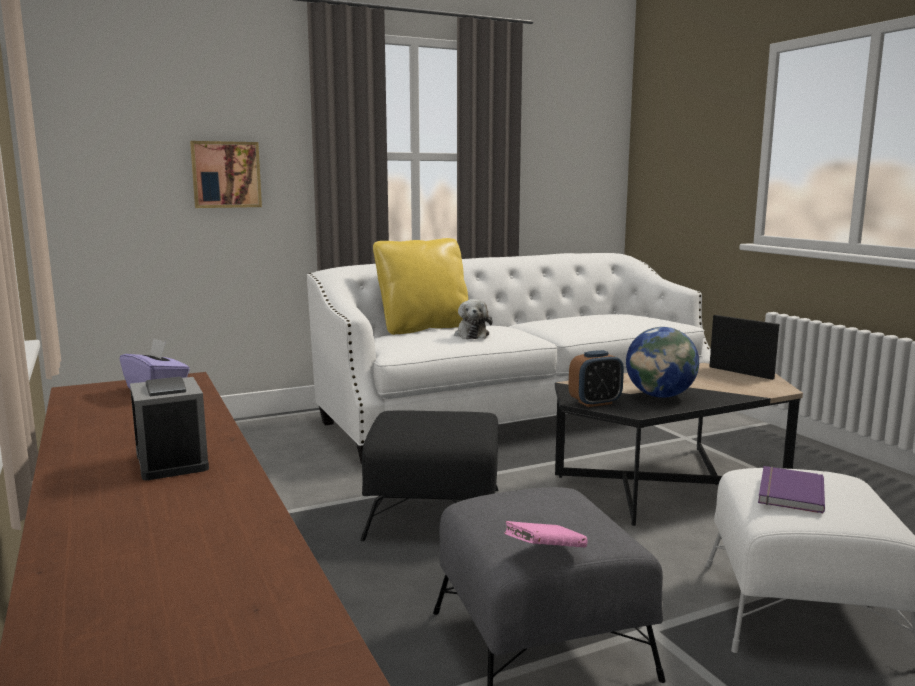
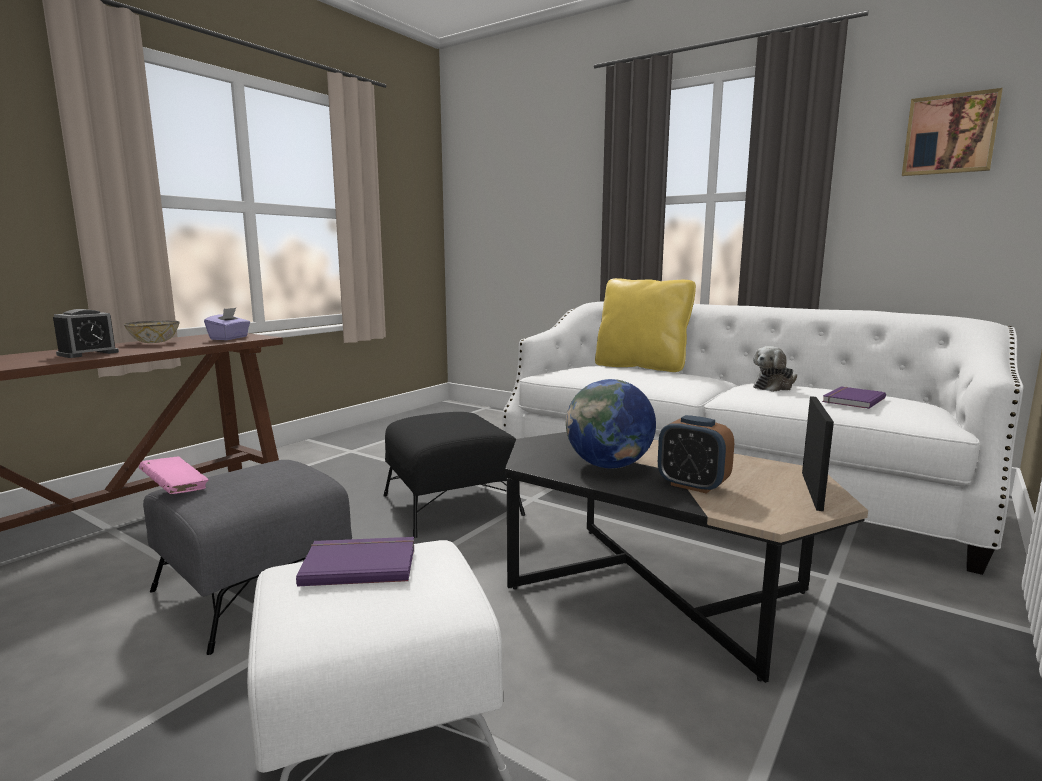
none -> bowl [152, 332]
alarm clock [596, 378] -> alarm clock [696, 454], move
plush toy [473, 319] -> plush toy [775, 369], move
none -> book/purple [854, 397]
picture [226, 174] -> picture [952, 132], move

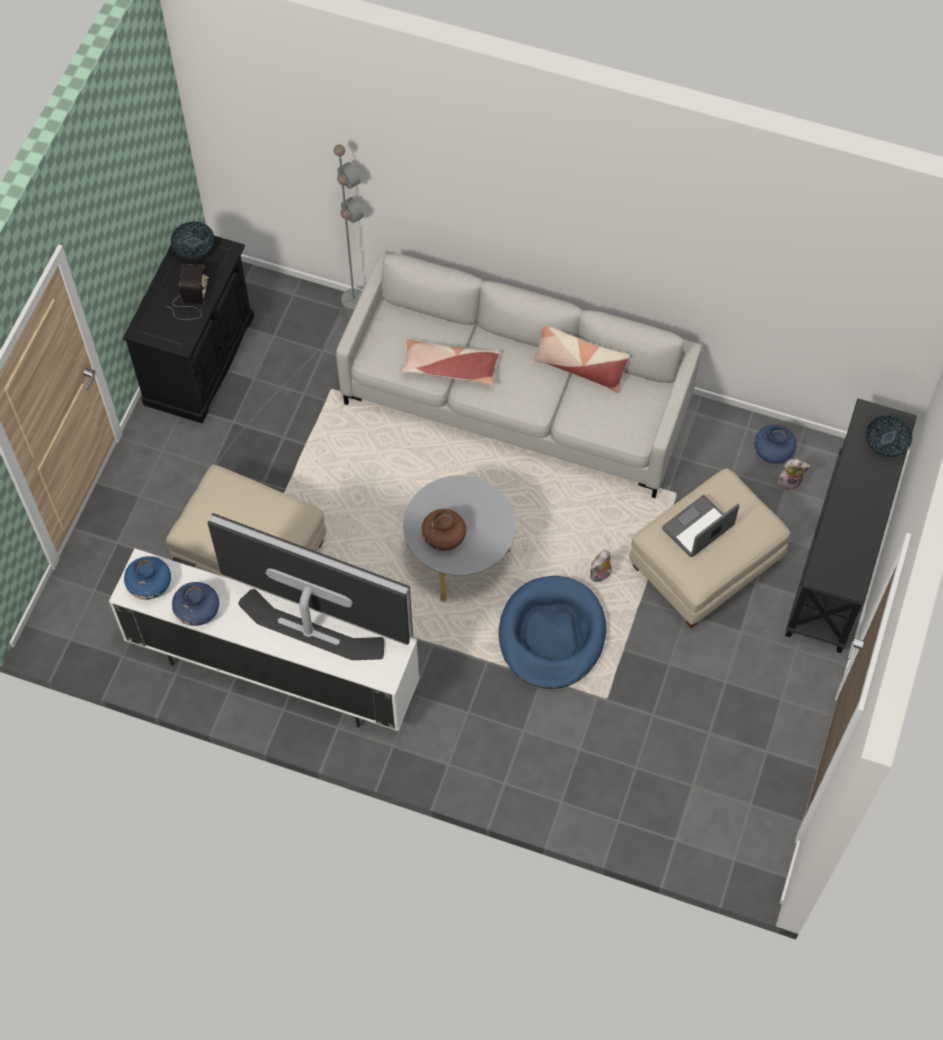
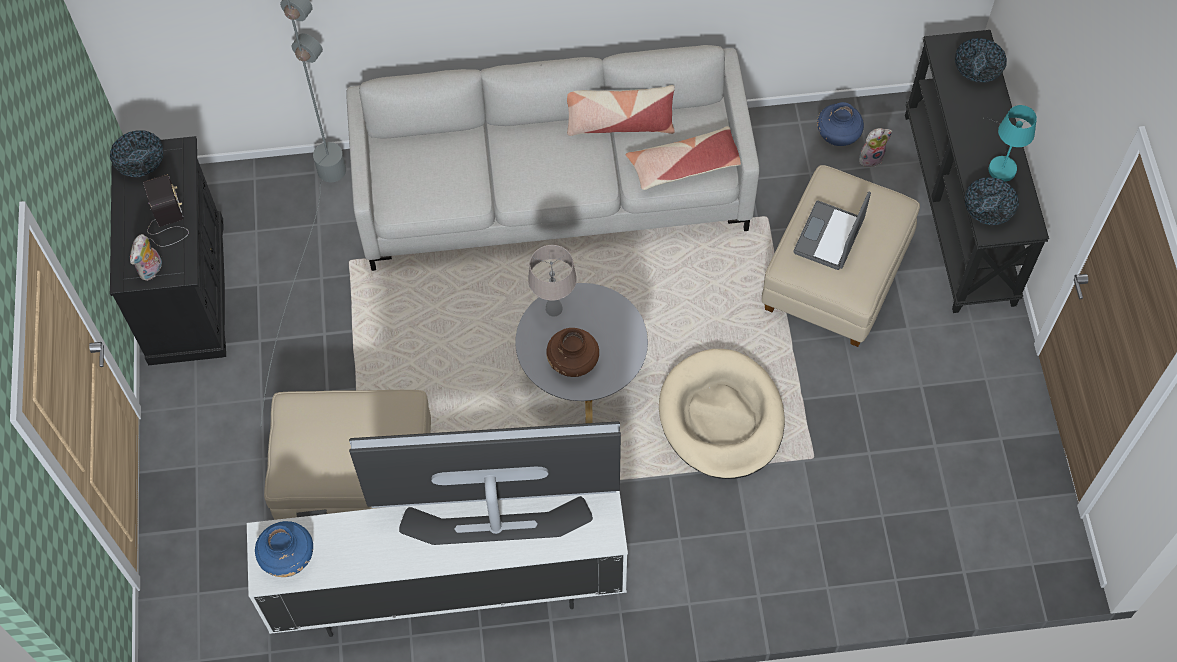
plush toy [601, 566] -> plush toy [146, 257], move
none -> table lamp/beige [552, 281]
pillow [450, 362] -> pillow [683, 158], move
dog bed/blue [552, 632] -> dog bed/beige [722, 414]
none -> bowl [992, 201]
none -> table lamp/turquoise [1010, 143]
vase/blue [195, 604] -> none

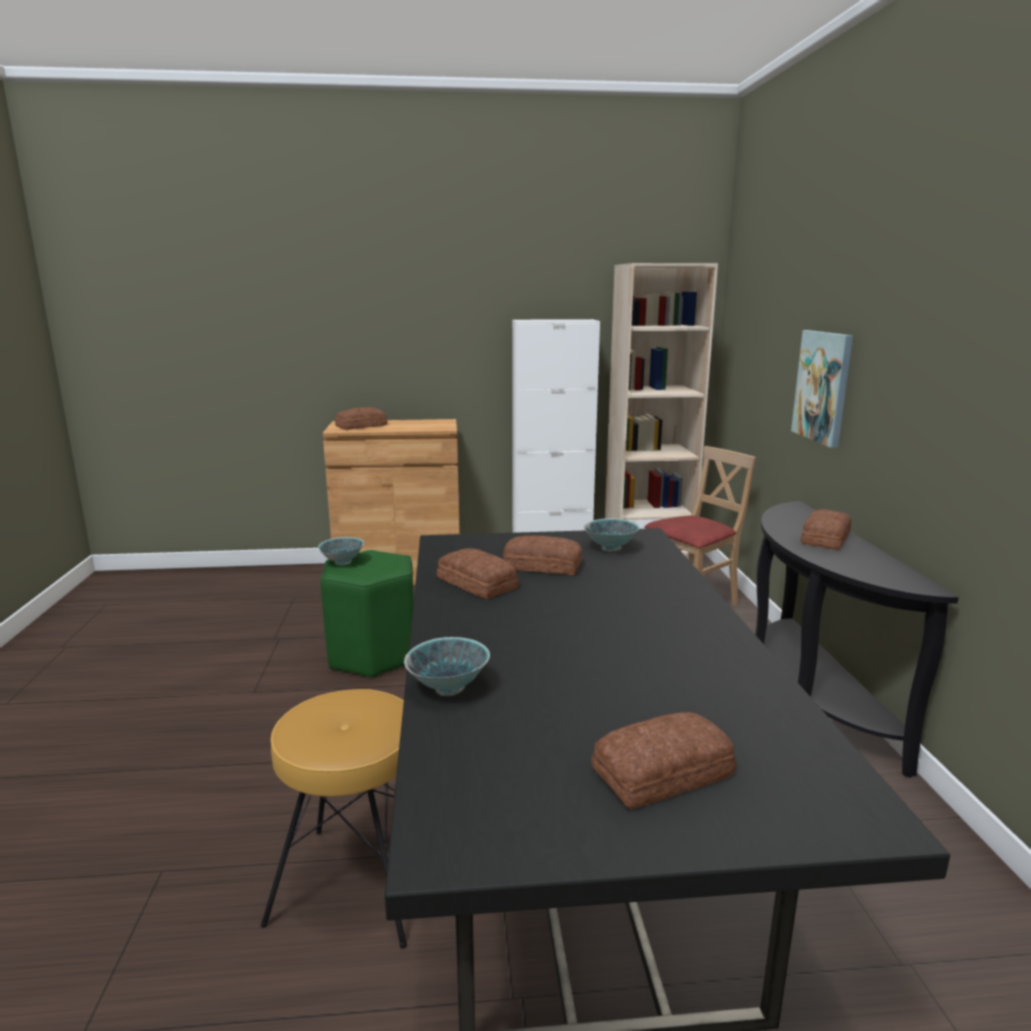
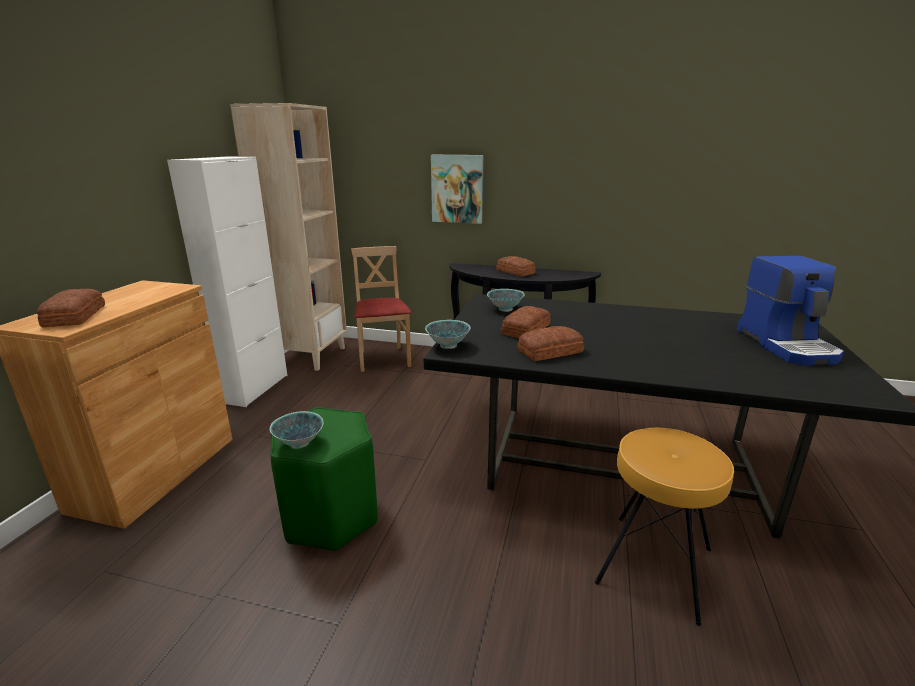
bowl [447, 666] -> bowl [448, 334], move
bread [663, 760] -> coffee machine [790, 311]

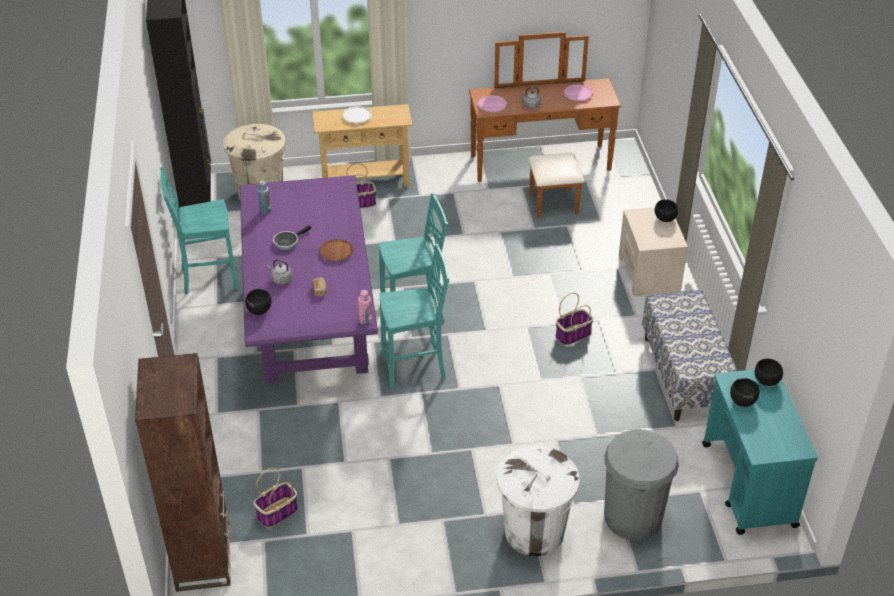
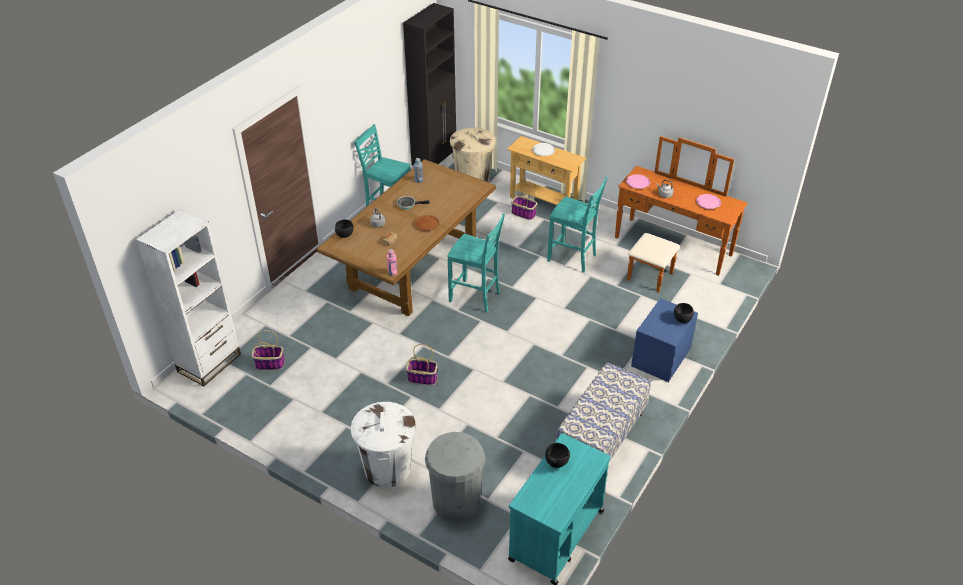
bookcase/brown [182, 472] -> bookcase/white [188, 297]
dining table/purple [309, 279] -> dining table/brown [406, 237]
basket [574, 319] -> basket [421, 364], move
chair/turquoise [415, 316] -> chair/turquoise [577, 224], move
nightstand/beige [653, 251] -> nightstand/blue [664, 340]
bowl/black [769, 372] -> none

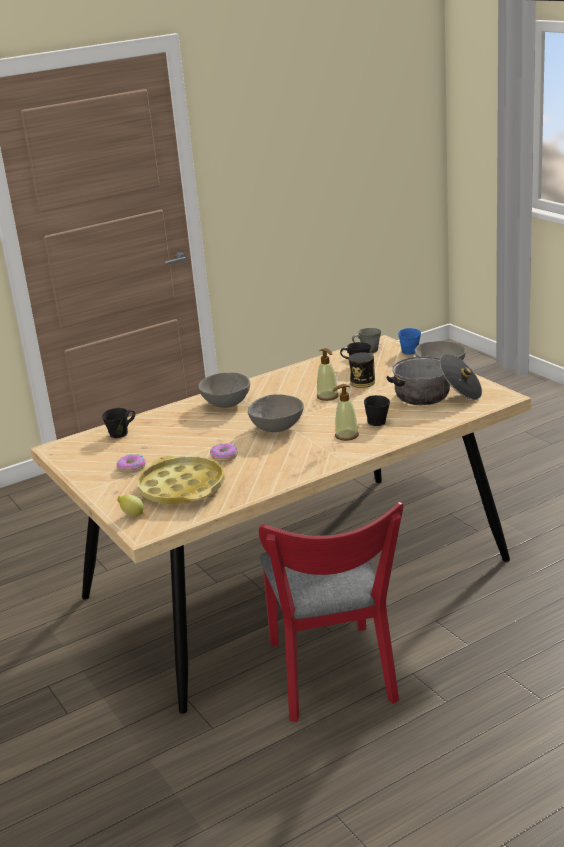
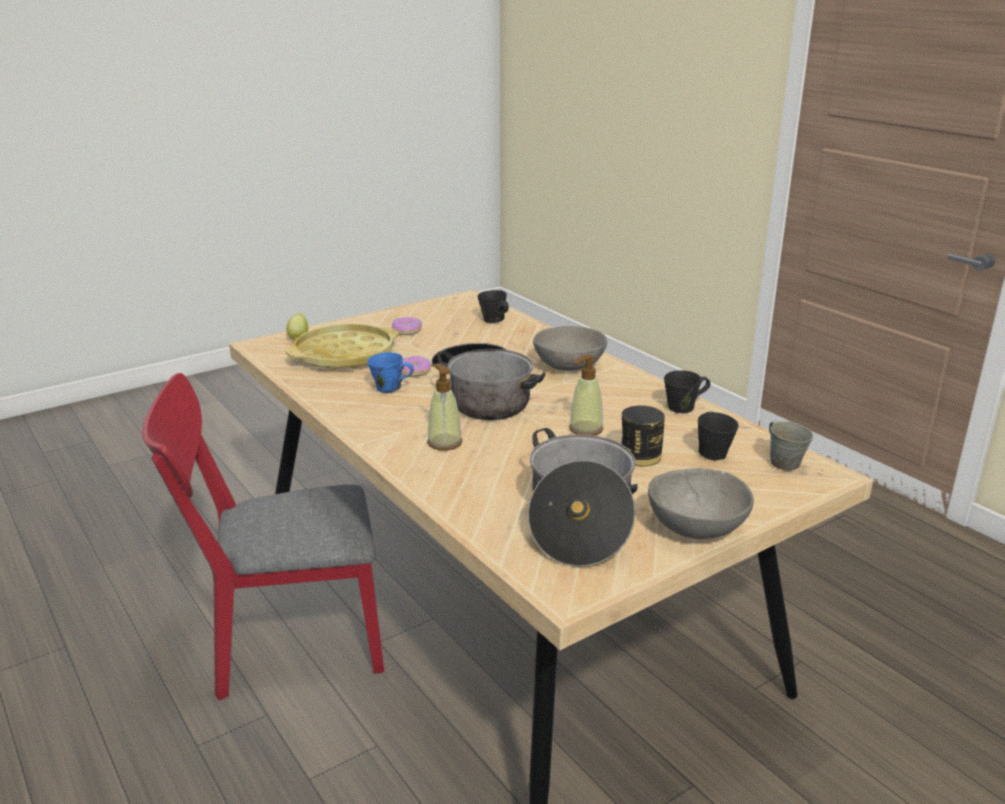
mug/blue [409, 341] -> mug/blue [390, 372], move
bowl/grey [276, 413] -> cooking pot [488, 381]
mug/black [377, 410] -> mug/black [687, 391], move

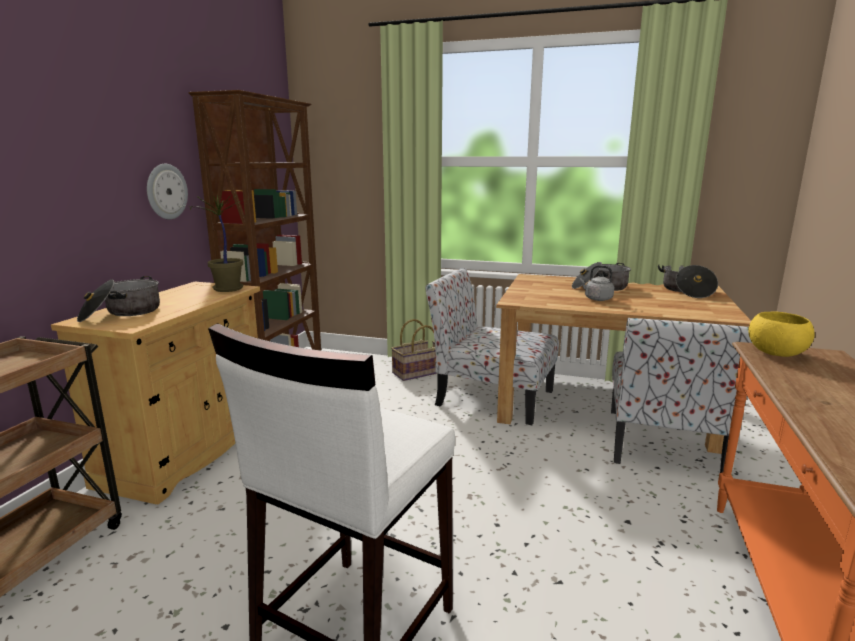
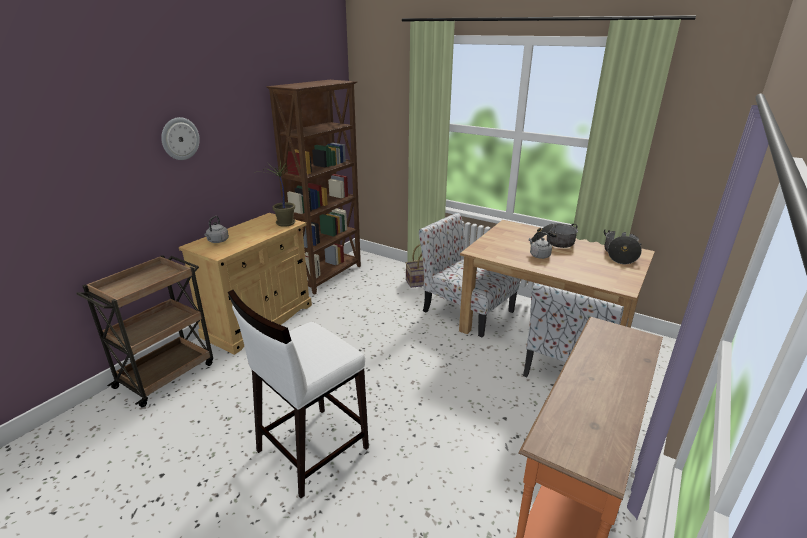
wall clock [167, 191] -> wall clock [180, 138], move
cooking pot [118, 299] -> kettle/grey [216, 229]
bowl/yellow [781, 334] -> none

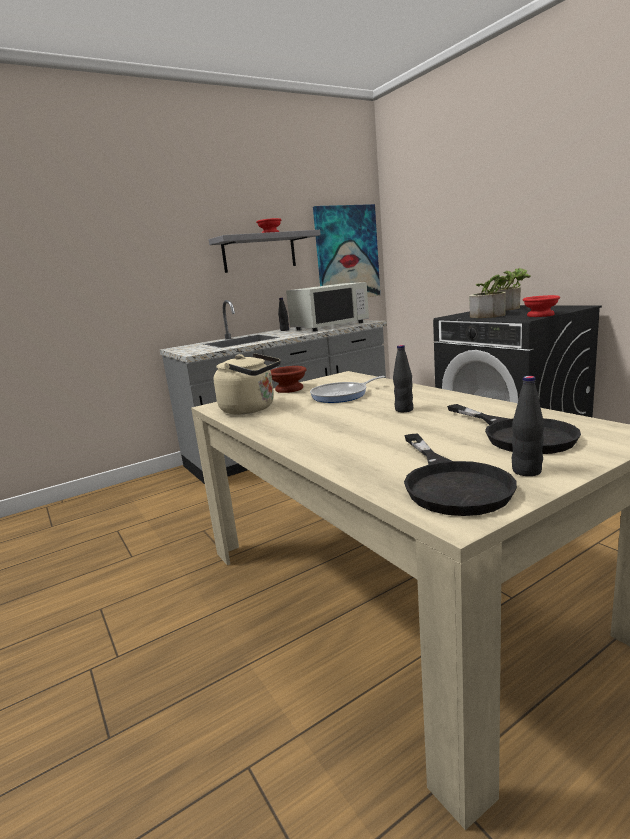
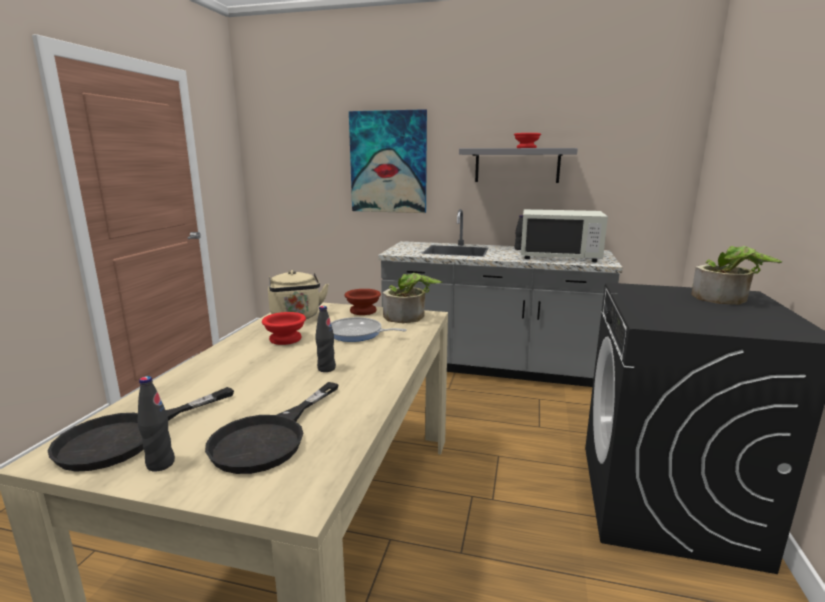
bowl/red [541, 306] -> bowl/red [284, 328], move
picture [346, 250] -> picture [388, 161], move
potted plant [492, 294] -> potted plant [412, 298], move

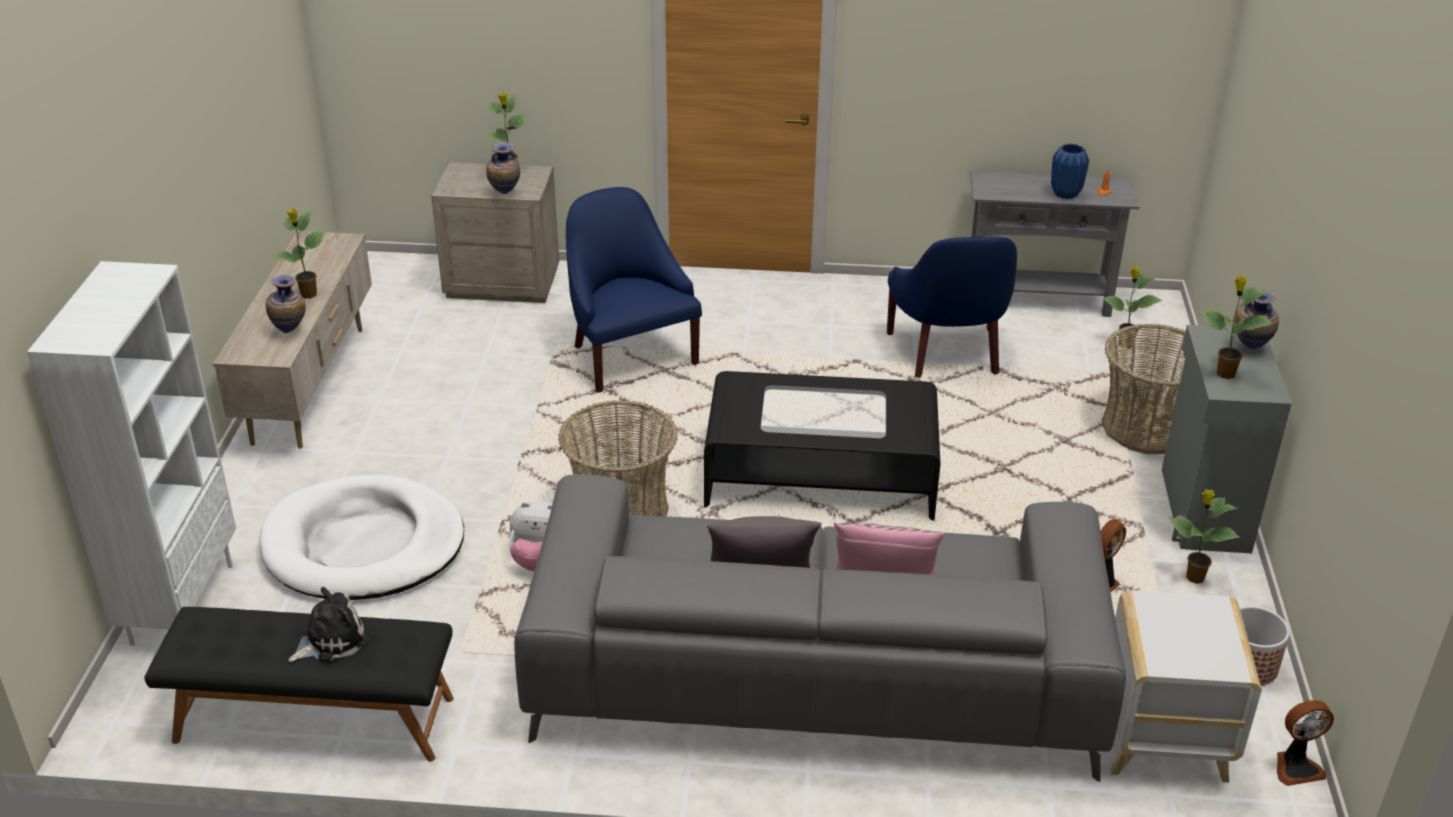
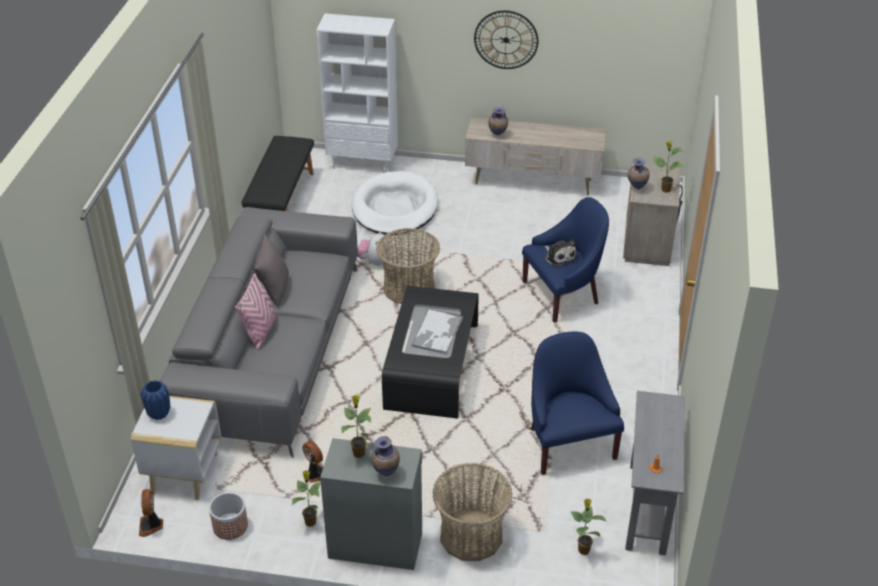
vase/blue [1070, 171] -> vase/blue [155, 400], move
none -> tray [437, 331]
none -> wall clock [506, 39]
armchair/blue [952, 307] -> armchair/blue [577, 403], 75 degrees clockwise
plush toy [328, 624] -> plush toy [560, 253], move
potted plant [299, 254] -> none

